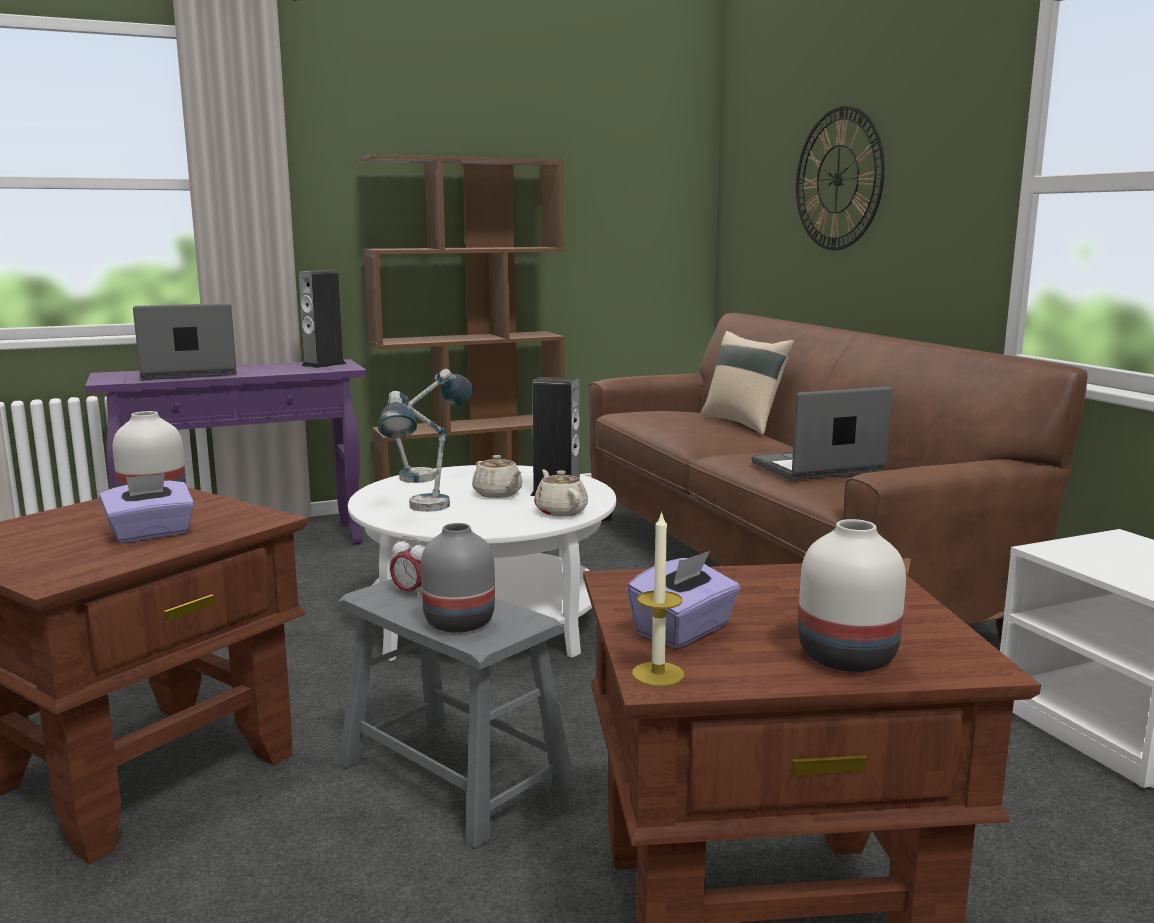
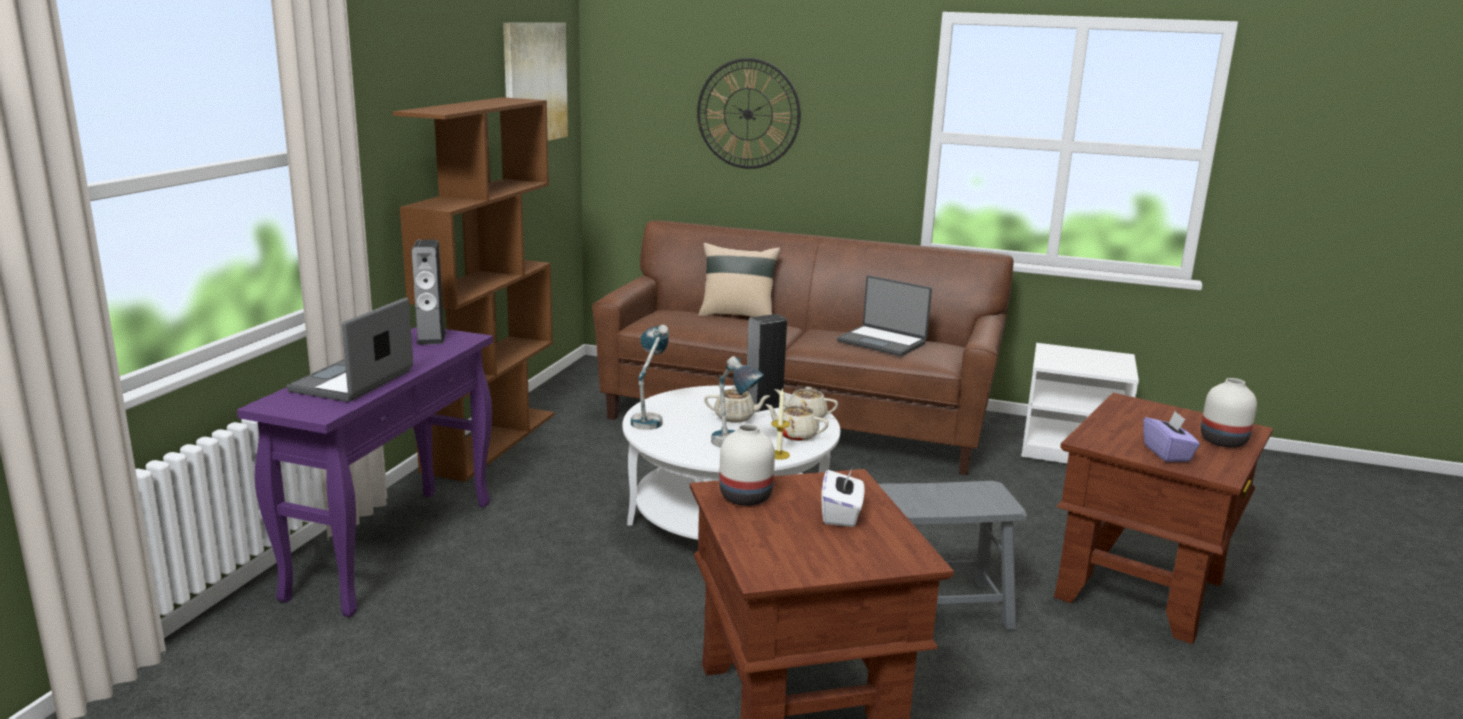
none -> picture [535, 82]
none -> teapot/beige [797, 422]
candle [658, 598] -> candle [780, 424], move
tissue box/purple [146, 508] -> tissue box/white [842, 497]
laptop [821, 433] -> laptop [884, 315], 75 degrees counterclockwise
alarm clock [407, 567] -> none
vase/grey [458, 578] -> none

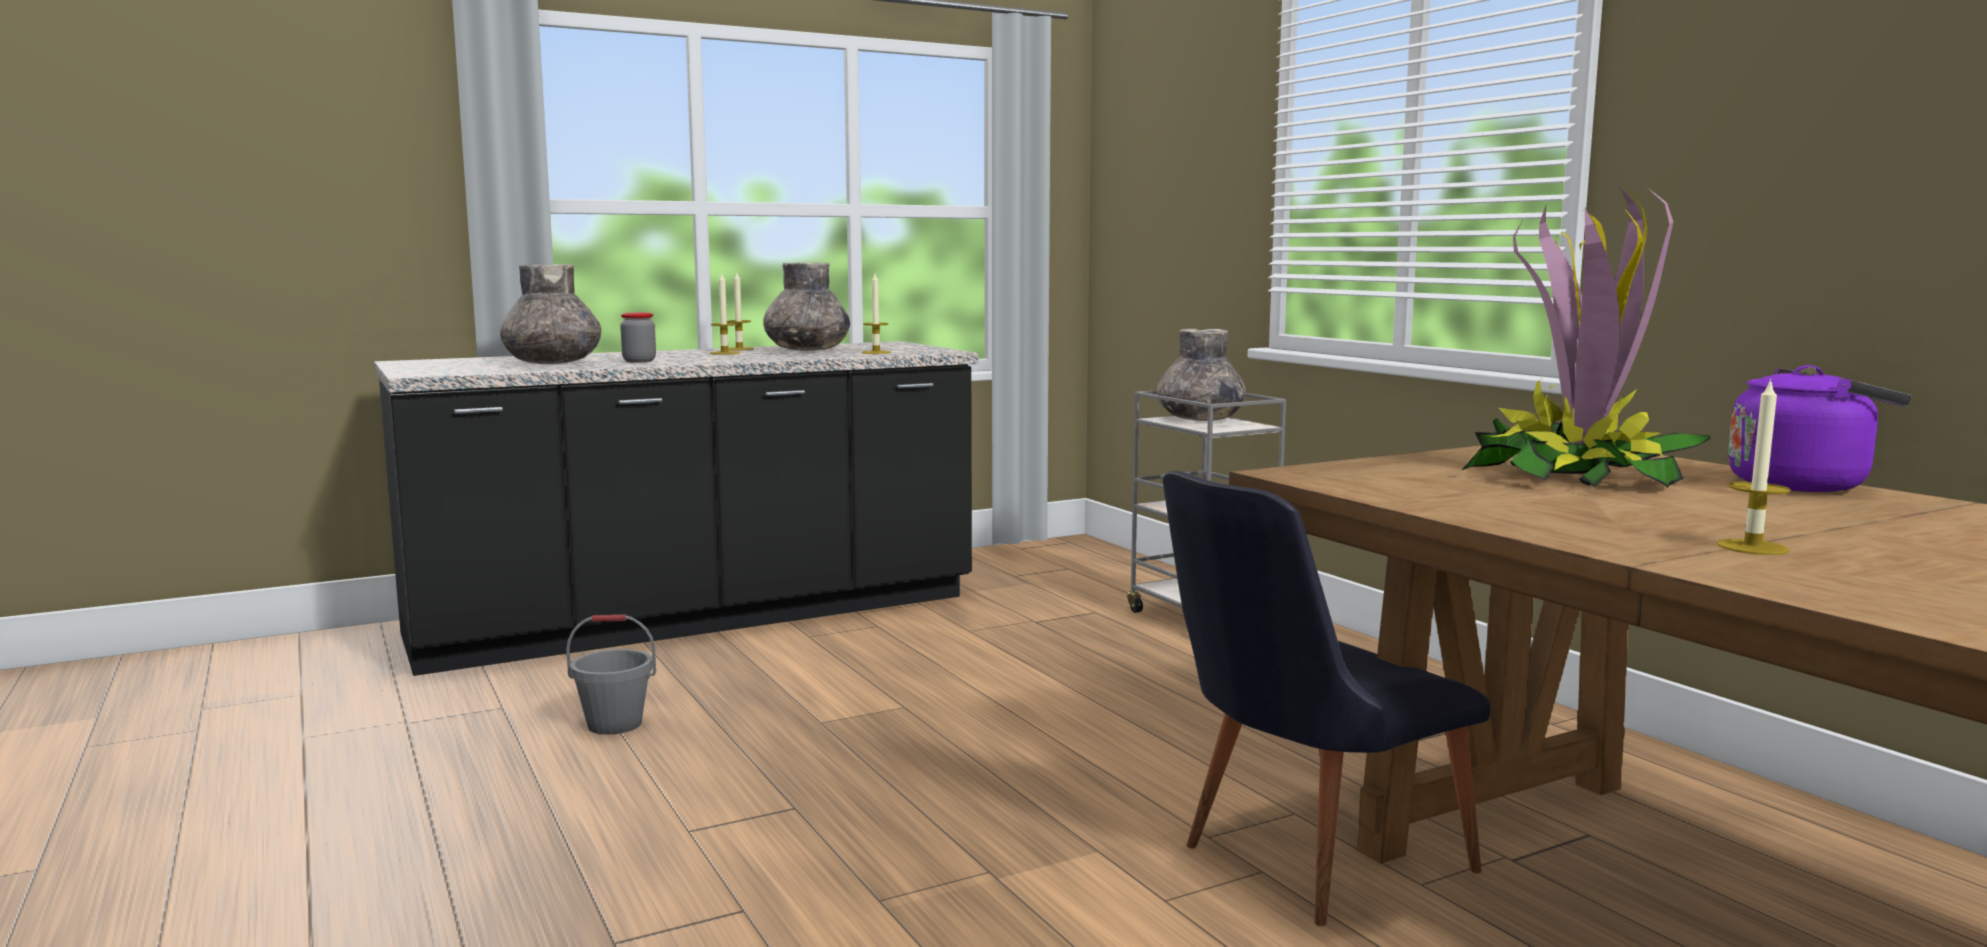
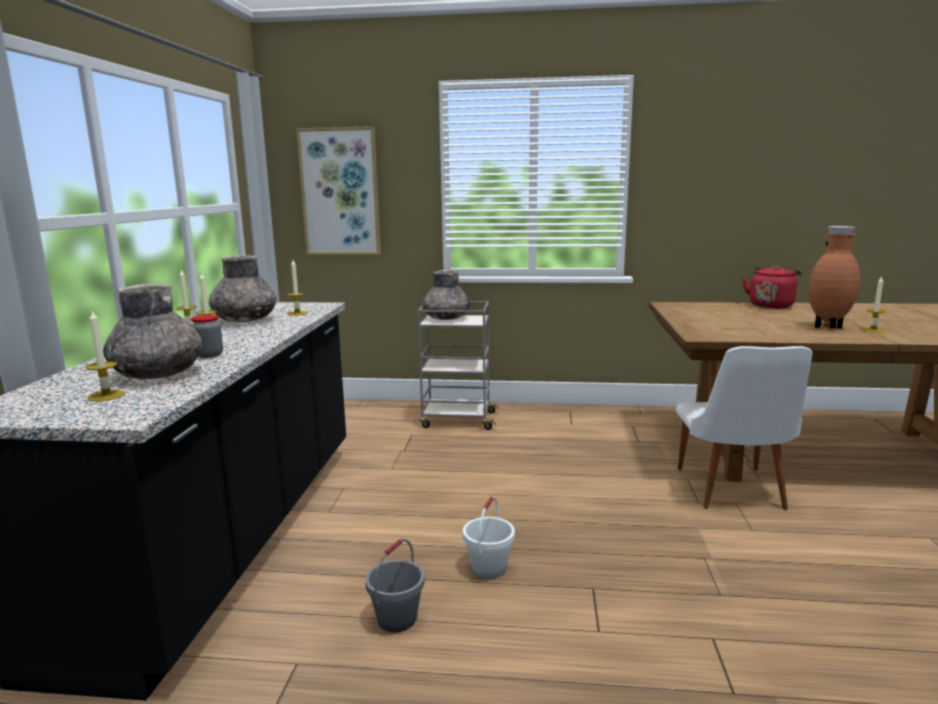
none -> candle [105, 356]
none -> picture [338, 190]
none -> bucket/white [489, 538]
chair/black [1327, 698] -> chair/white [744, 428]
kettle/purple [1819, 428] -> kettle/red [772, 287]
none -> vase/brown [834, 277]
potted plant [1586, 336] -> none

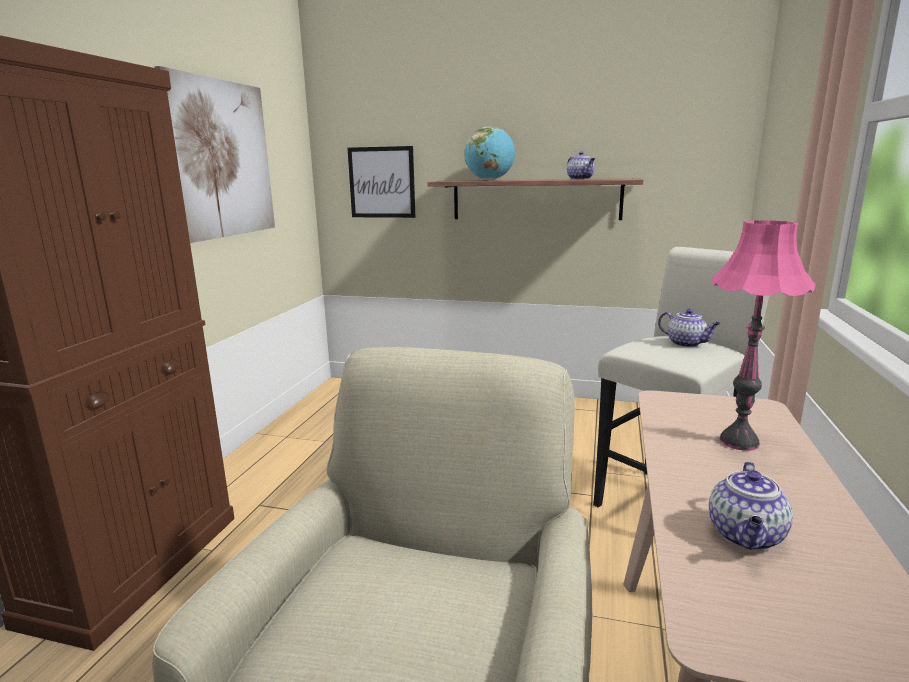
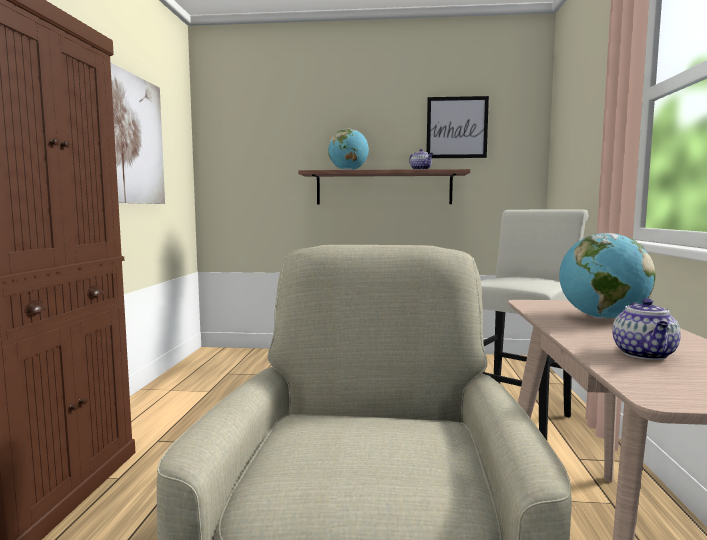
picture [381, 182] -> picture [457, 127], move
table lamp/pink [764, 335] -> globe [607, 276]
teapot [689, 328] -> none

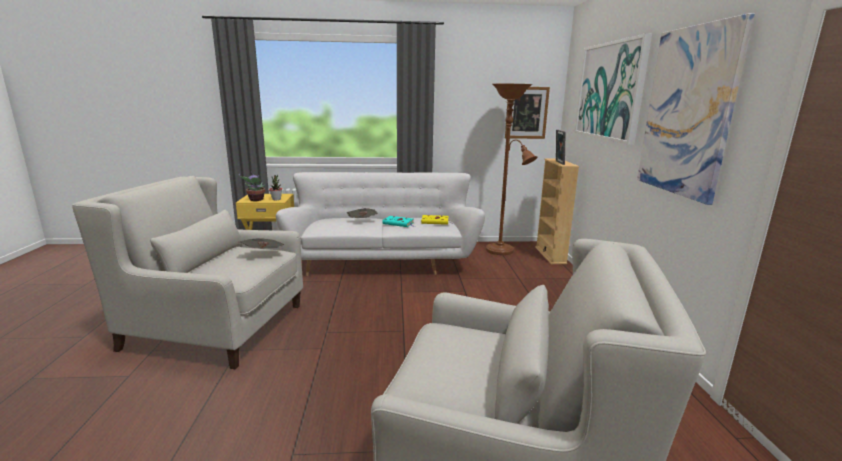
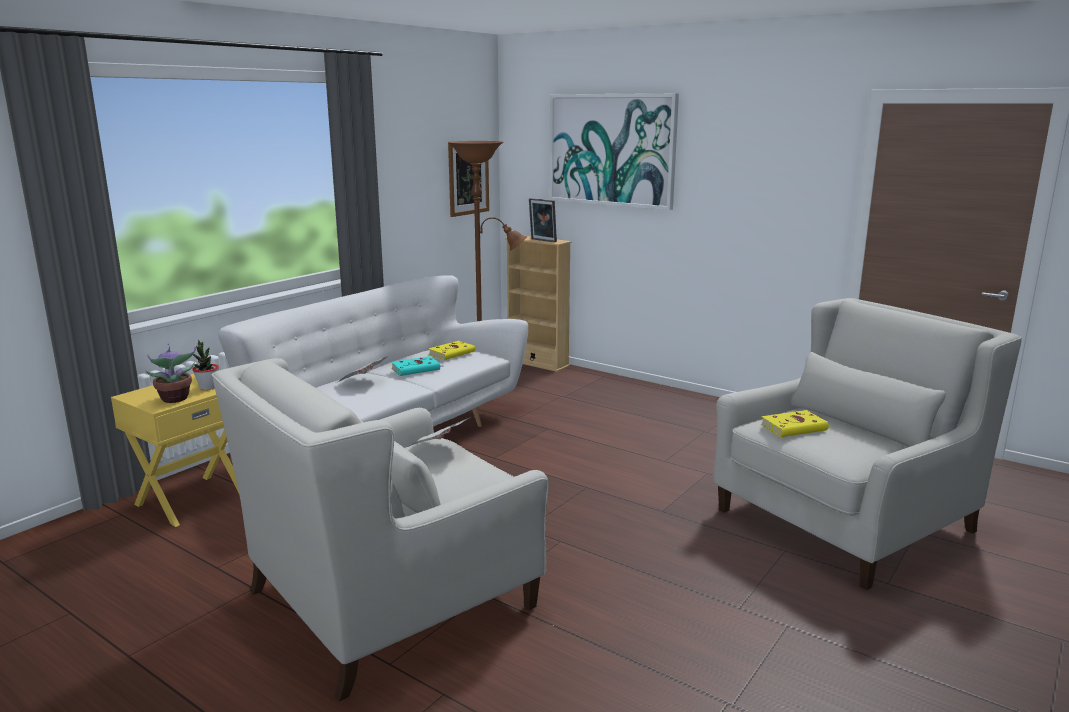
none -> book/yellow [795, 423]
picture [696, 109] -> none

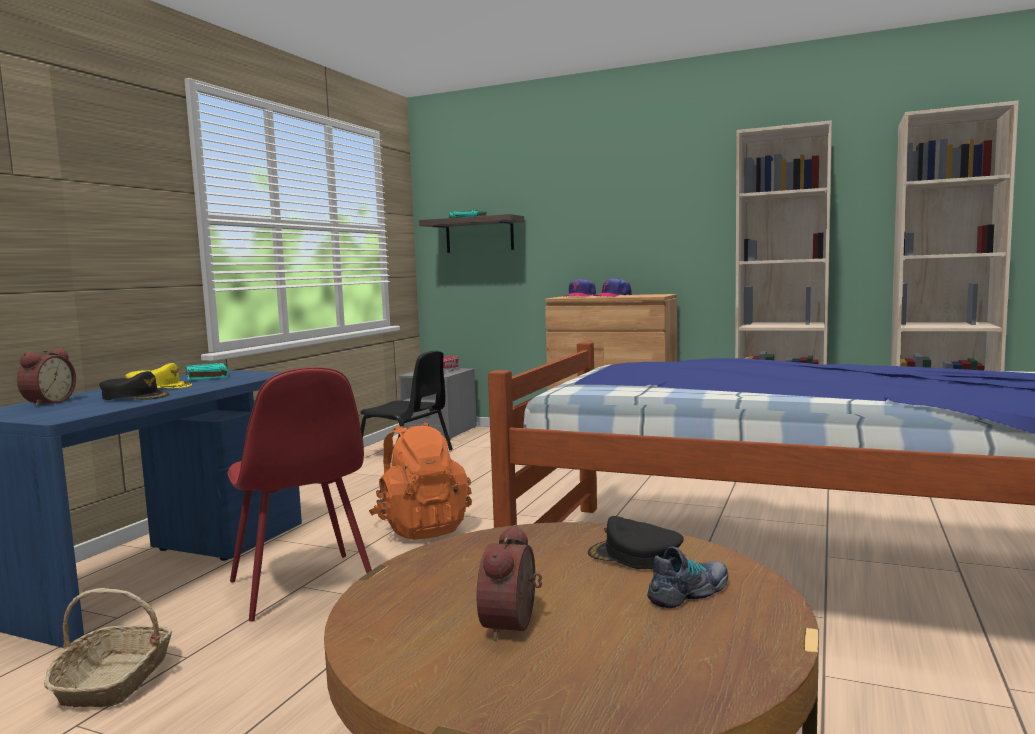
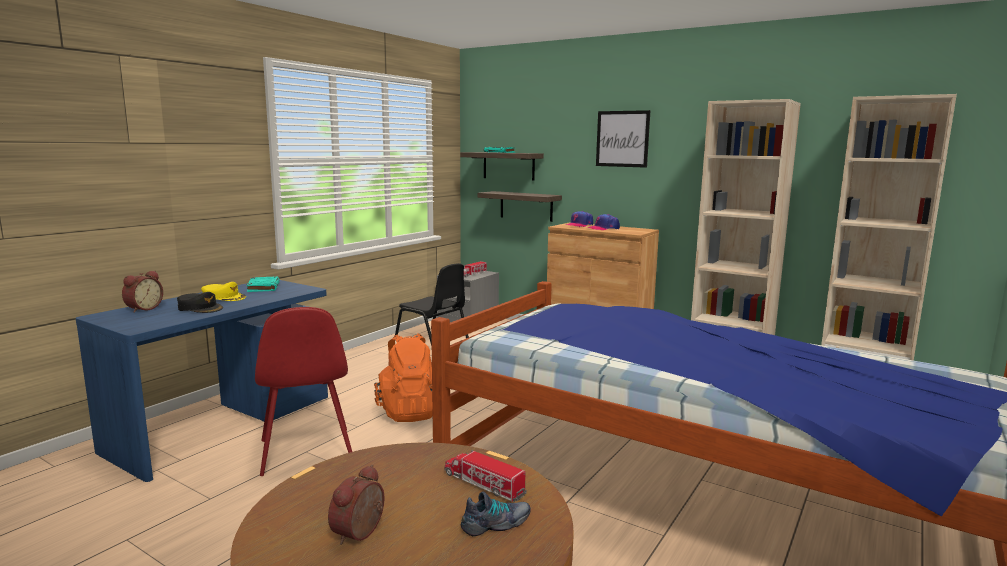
cap/black [636, 542] -> toy truck [485, 475]
none -> shelf [520, 206]
none -> picture [623, 139]
basket [108, 647] -> none

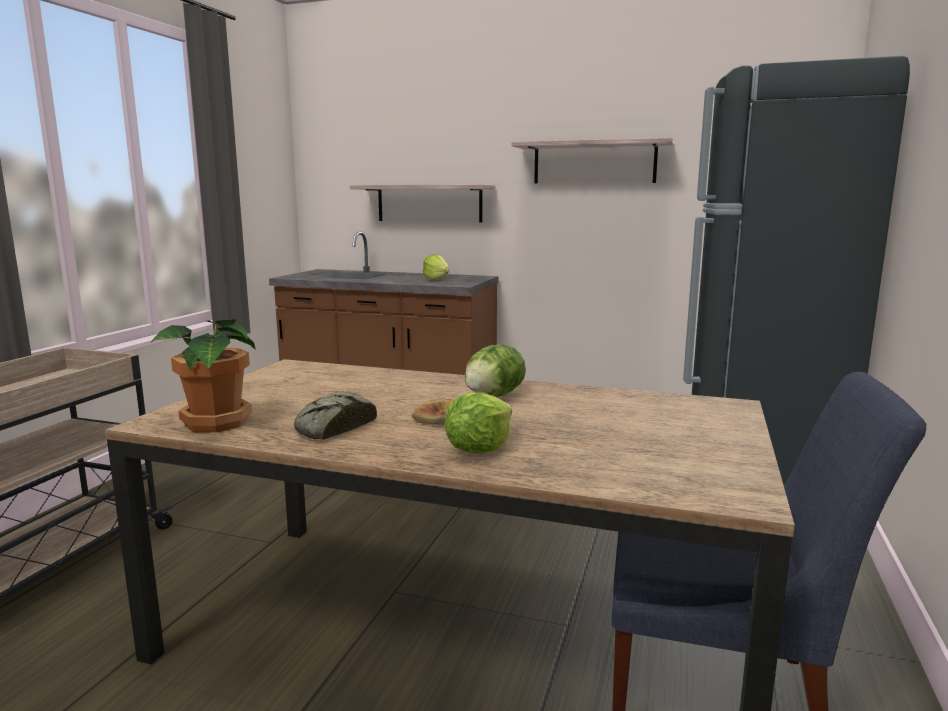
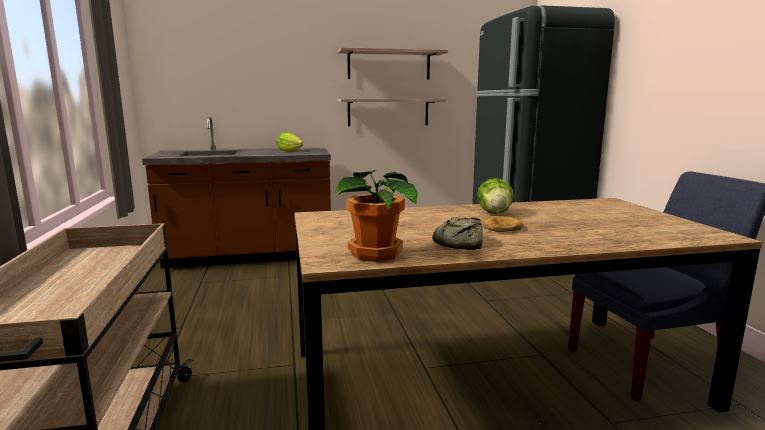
shelf [423, 203] -> shelf [392, 112], move
lettuce [478, 423] -> none

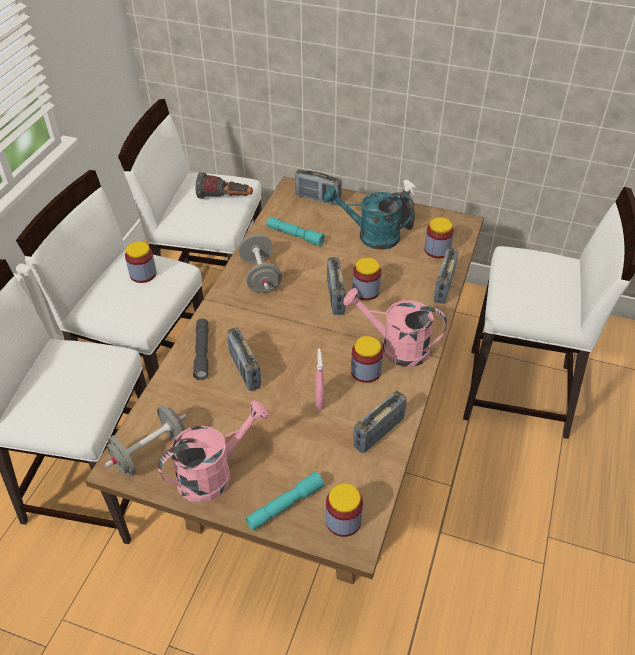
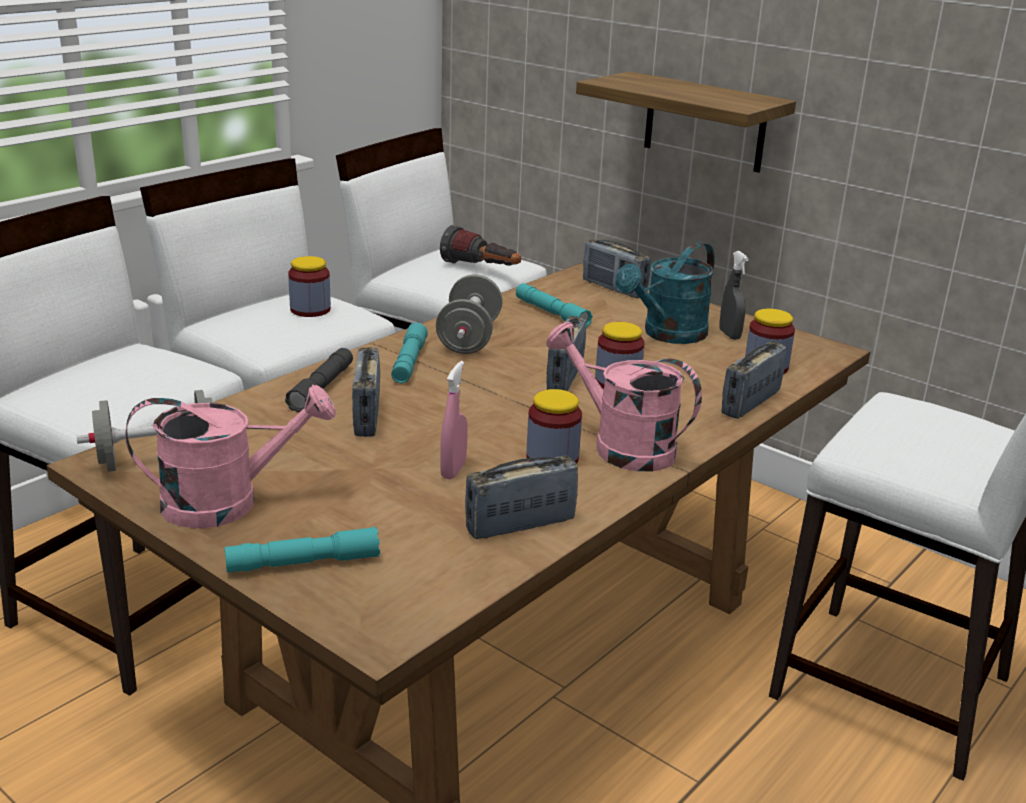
none -> flashlight/turquoise [409, 352]
none -> shelf [686, 122]
watering can/turquoise [369, 218] -> watering can/turquoise [664, 293], 75 degrees counterclockwise
jar [344, 510] -> none

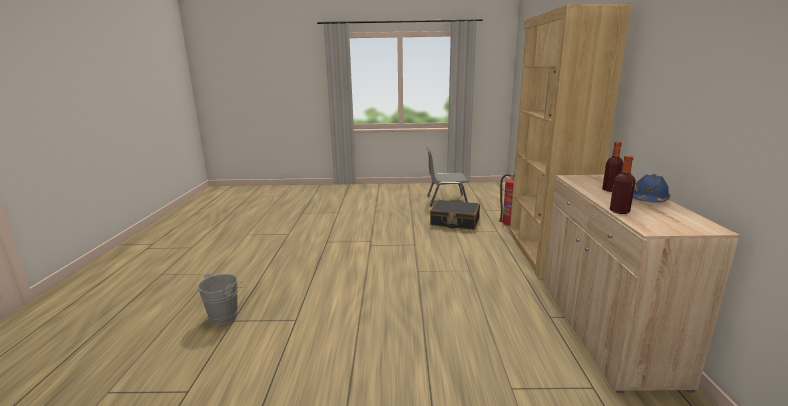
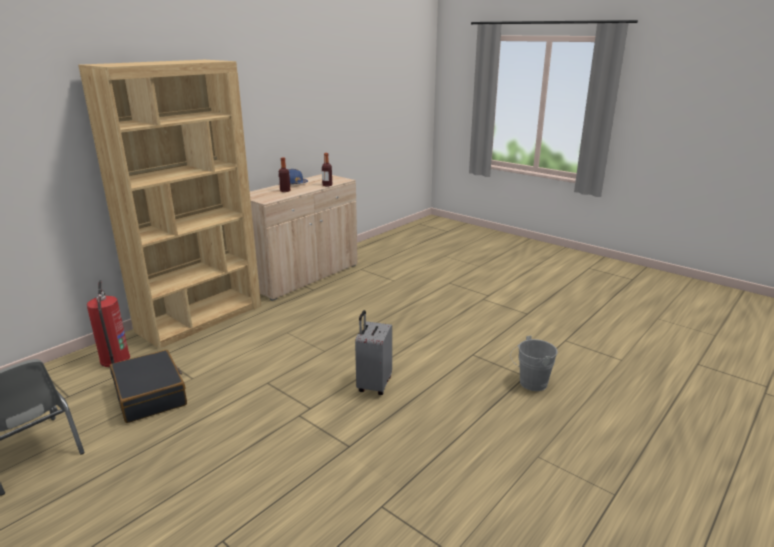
none -> suitcase/grey [373, 352]

